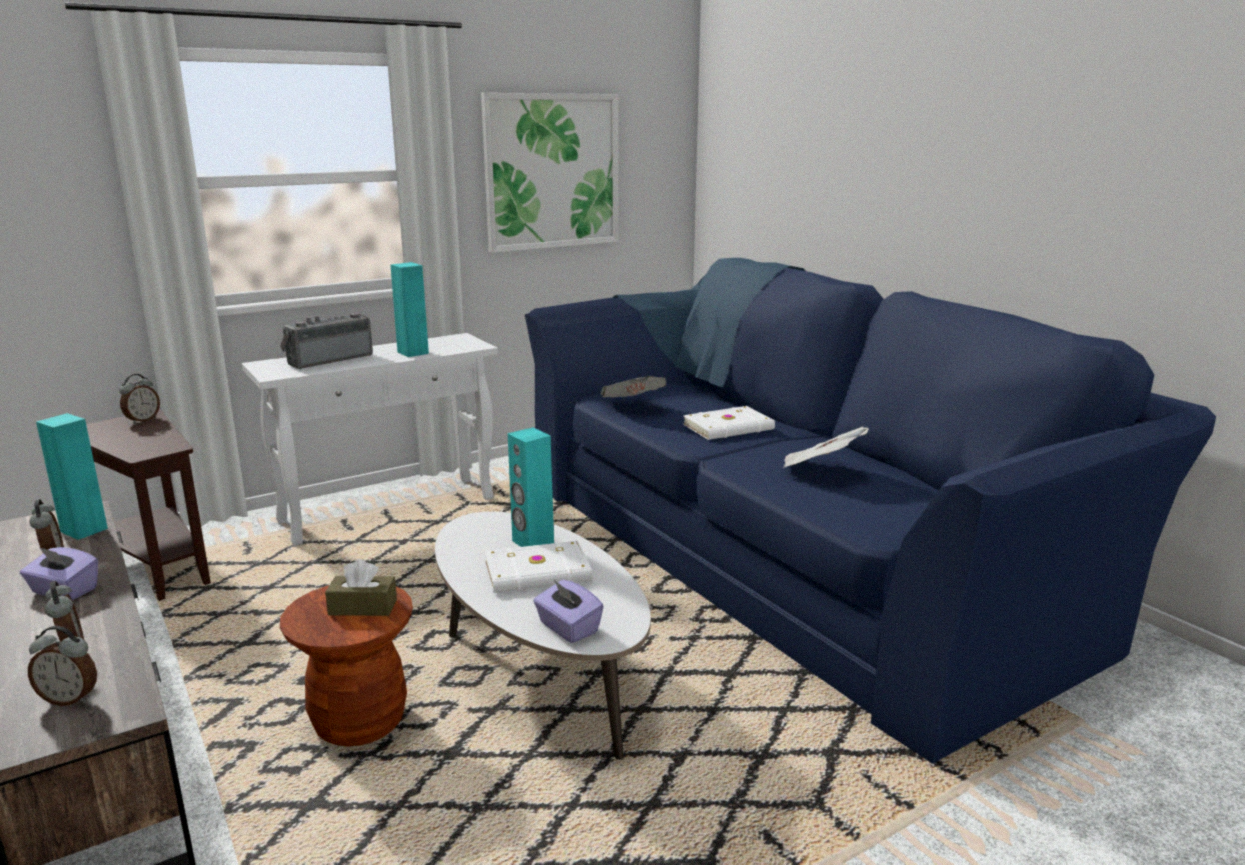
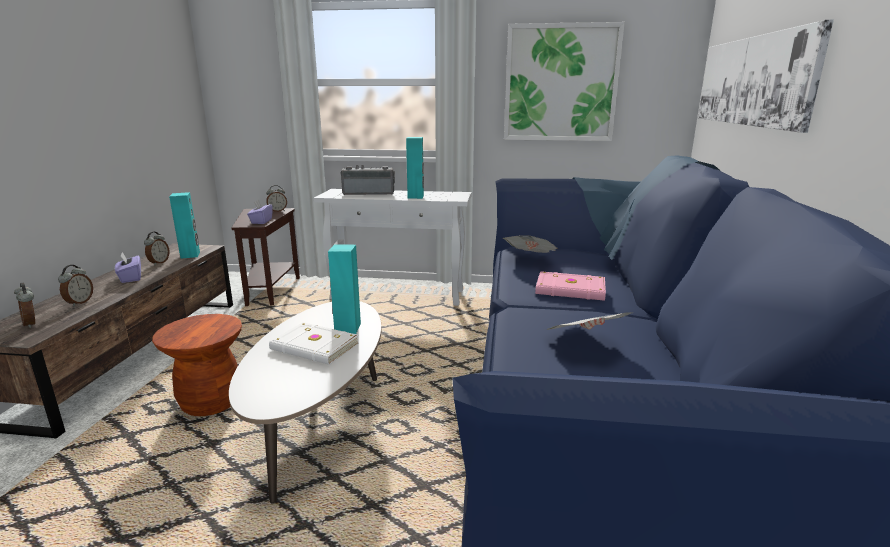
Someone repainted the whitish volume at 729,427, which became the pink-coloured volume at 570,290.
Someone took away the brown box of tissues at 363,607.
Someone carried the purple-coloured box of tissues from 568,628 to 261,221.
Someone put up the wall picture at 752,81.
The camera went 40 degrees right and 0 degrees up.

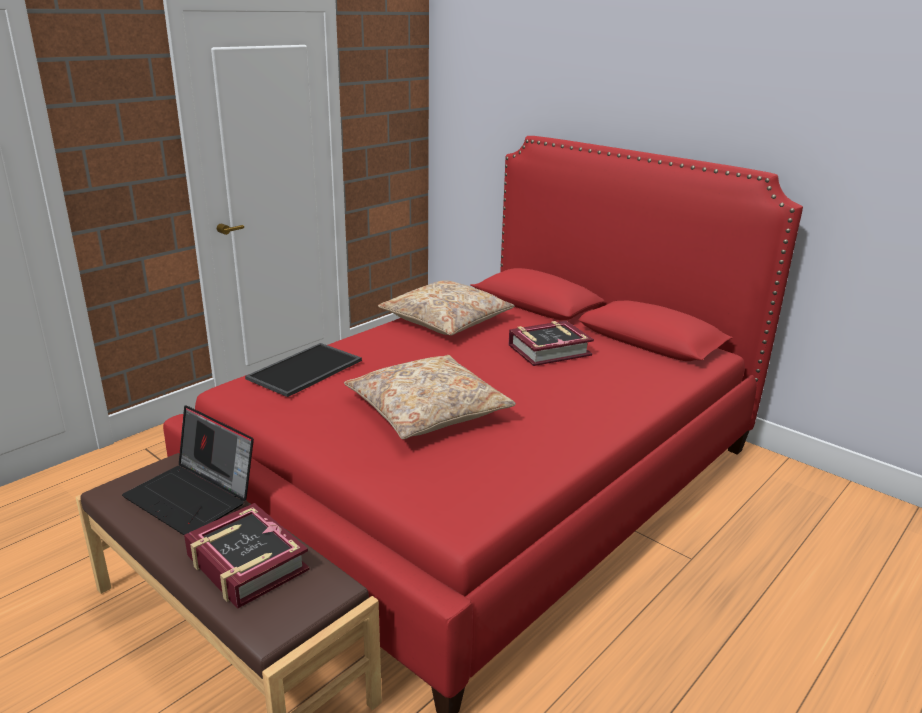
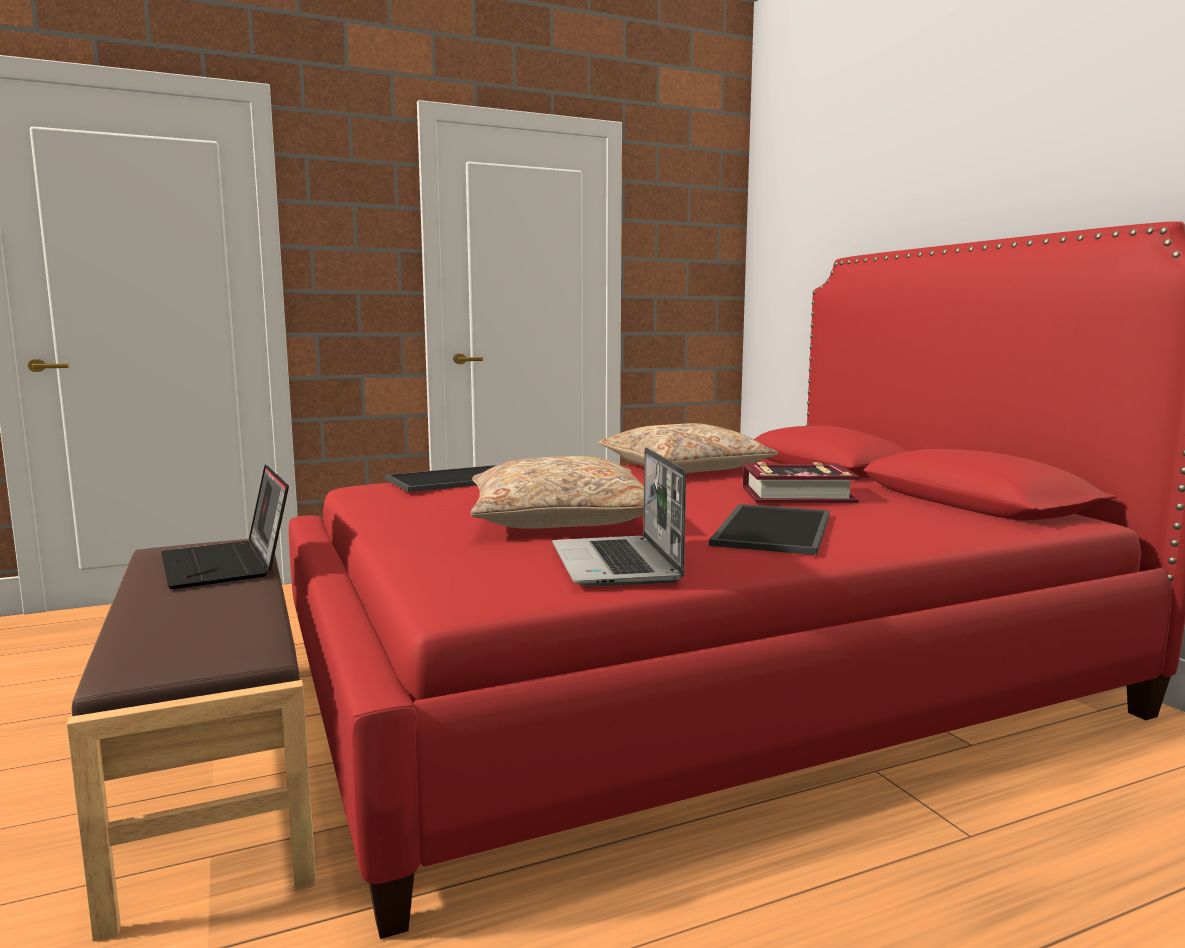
Someone took away the volume at 246,563.
Someone put down the notebook computer at 617,564.
Someone put down the carrying tray at 770,529.
The camera went 25 degrees right and 15 degrees down.

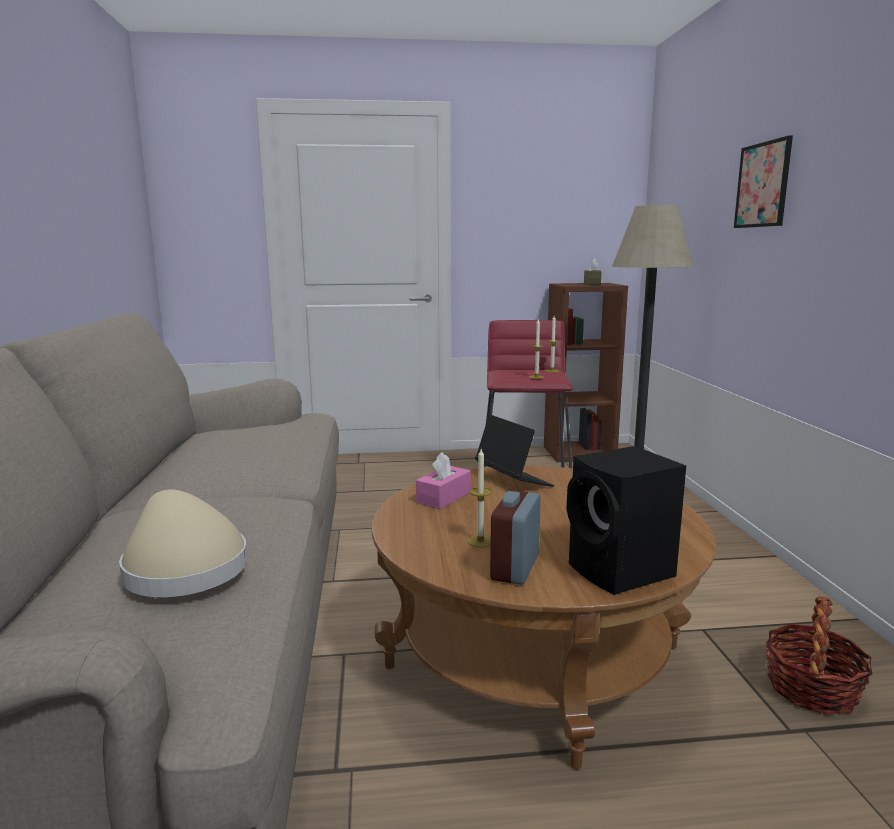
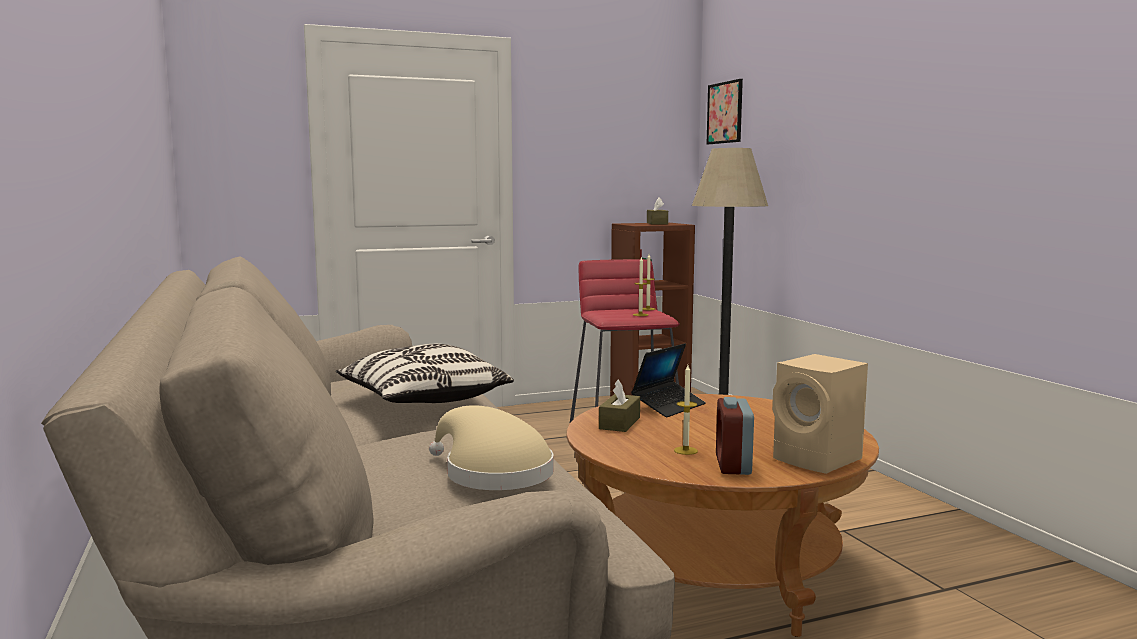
Someone carried the wall picture from 762,185 to 725,112.
Someone rotated the notebook computer at 513,480 by 90 degrees clockwise.
Someone repainted the black loudspeaker at 622,572, which became the beige-coloured loudspeaker at 819,460.
Someone repainted the pink-coloured box of tissues at 443,497, which became the brown box of tissues at 619,423.
Someone took away the storage basket at 811,688.
Someone put down the cushion at 423,401.
The camera went 15 degrees left and 5 degrees down.

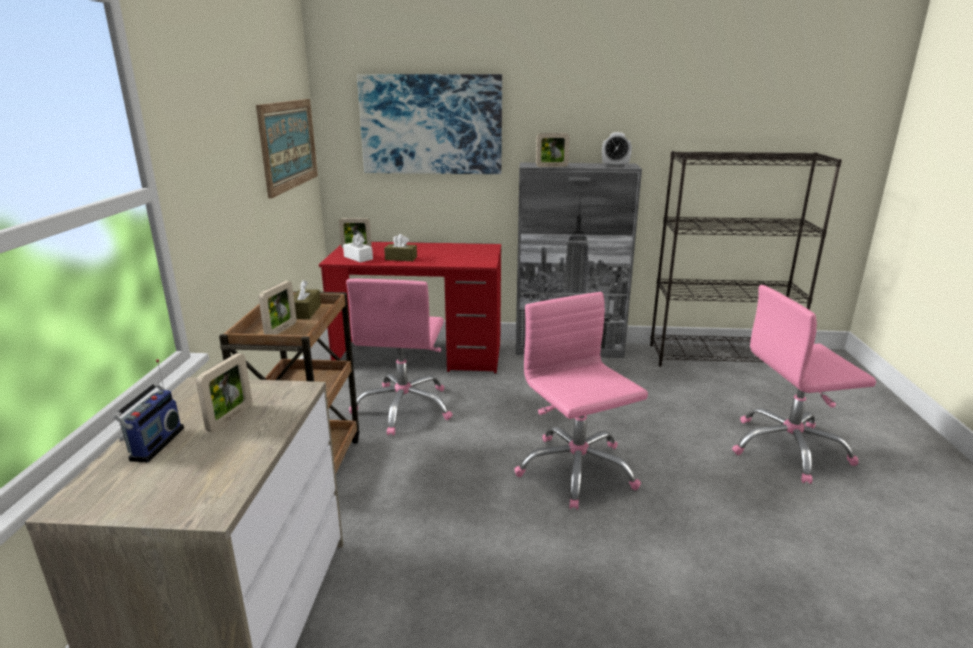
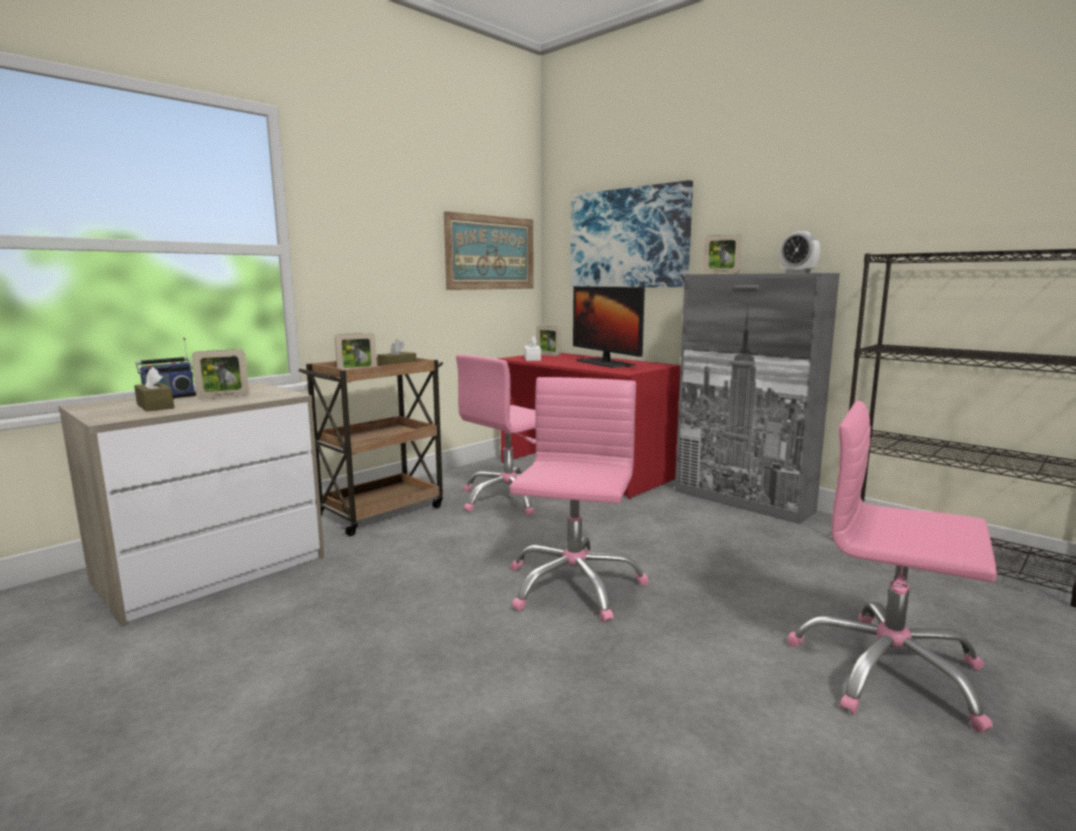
Someone carried the brown box of tissues from 401,258 to 155,406.
Someone put down the computer display at 605,363.
The camera went 40 degrees right and 10 degrees down.

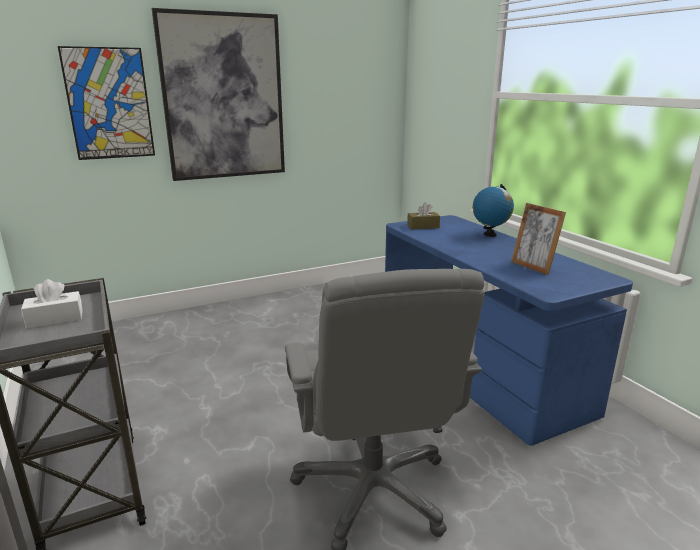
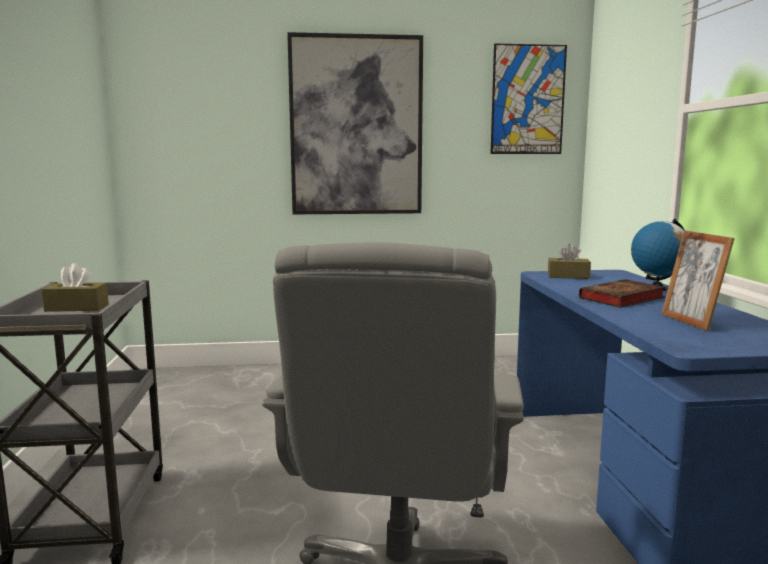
Someone carried the wall picture from 109,104 to 527,100.
Someone repainted the whitish box of tissues at 55,319, which became the brown box of tissues at 77,308.
Someone put down the volume at 621,299.
The camera went 20 degrees right and 10 degrees down.

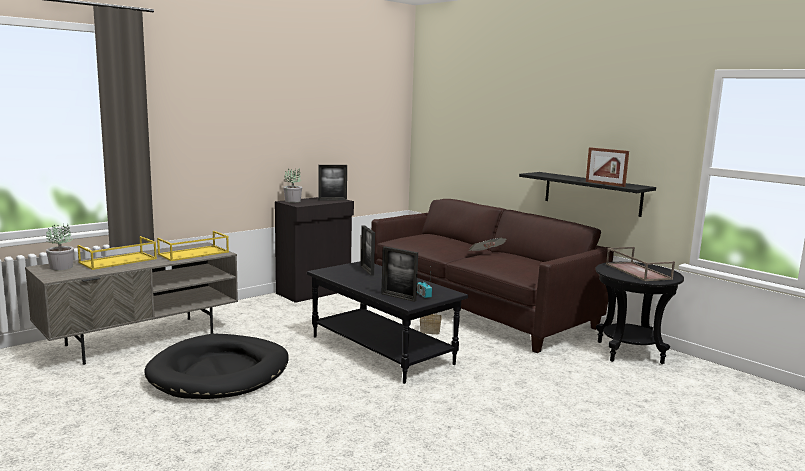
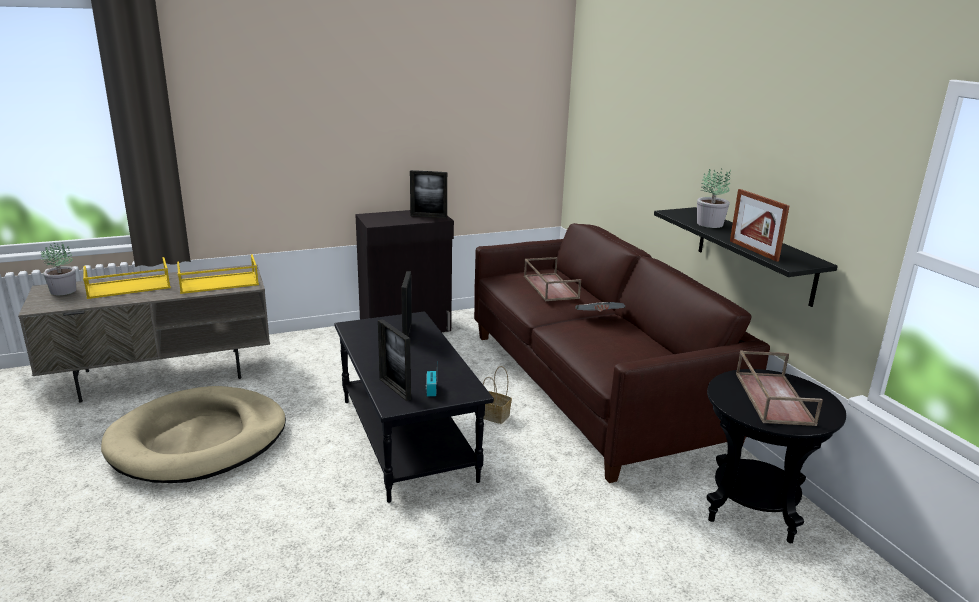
Someone carried the plant in a pot from 293,201 to 710,224.
Someone repainted the black pet bed at 220,372, which became the beige-coloured pet bed at 199,440.
Someone put down the brown carrying tray at 549,287.
The camera went 20 degrees right and 10 degrees up.

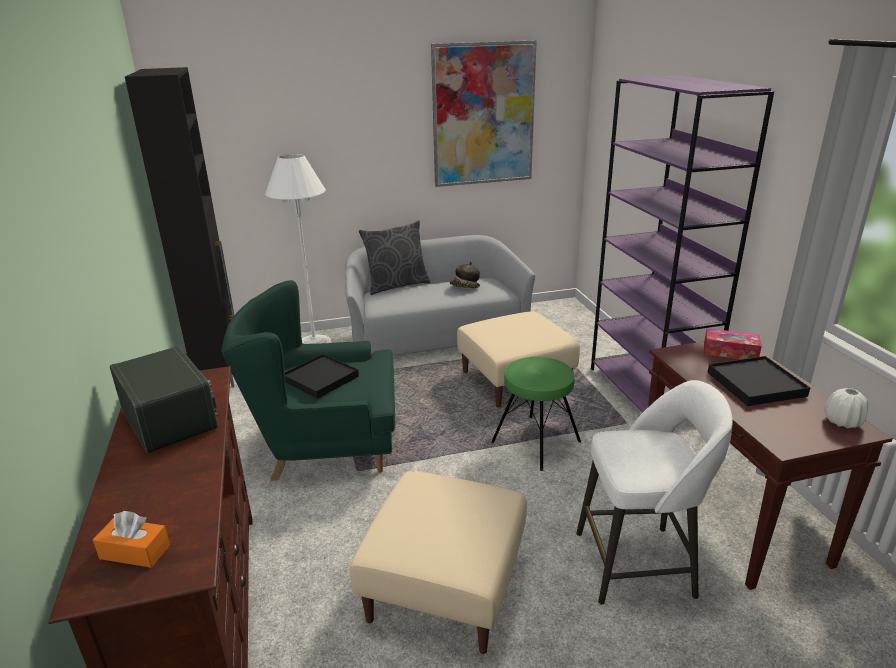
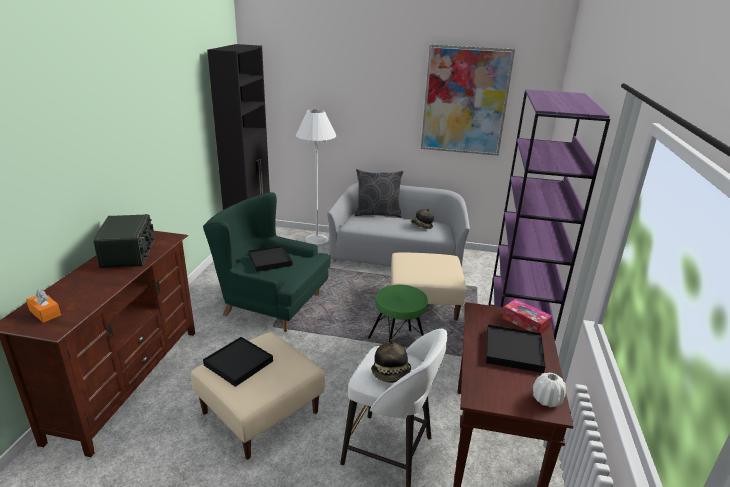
Someone put down the black carrying tray at 238,363.
Someone put down the clothing hat at 391,373.
The camera went 25 degrees right and 0 degrees up.

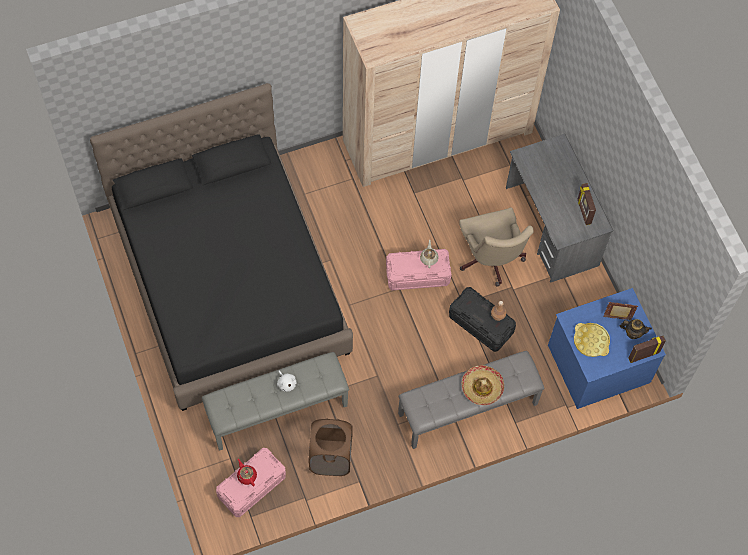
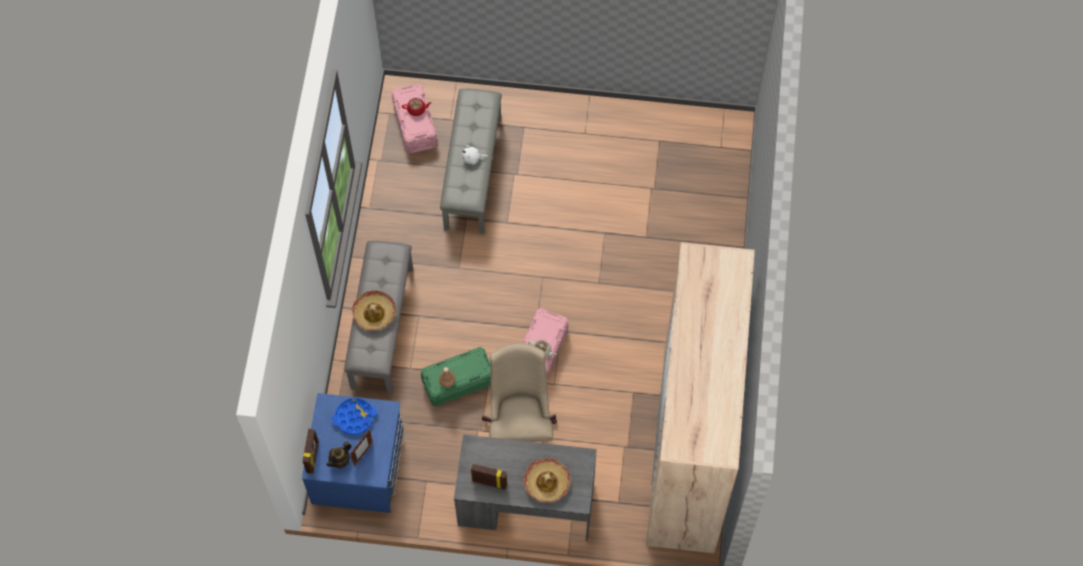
Someone took away the black bedroom bed at 230,281.
Someone rotated the beige-coloured desk chair at 490,260 by 75 degrees clockwise.
Someone repainted the black storage box at 481,324, which became the green storage box at 458,381.
Someone repainted the yellow carrying tray at 591,341, which became the bluish carrying tray at 354,417.
Someone took away the brown laundry basket at 330,458.
Someone put down the clothing hat at 547,482.
The camera went 120 degrees right and 0 degrees up.

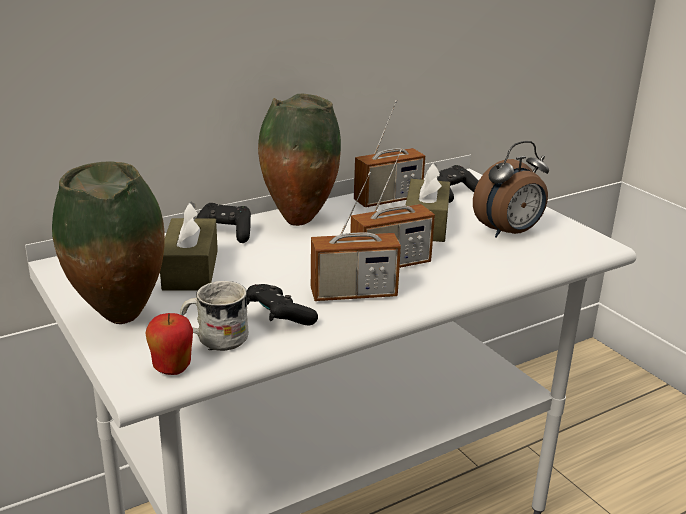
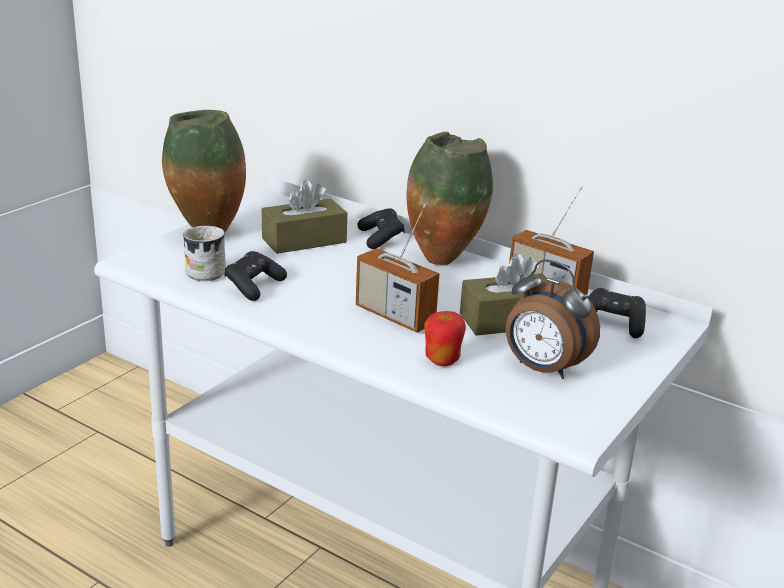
Someone took away the radio at 353,294.
Someone carried the whole apple from 172,368 to 442,360.
The camera went 65 degrees right and 0 degrees up.

